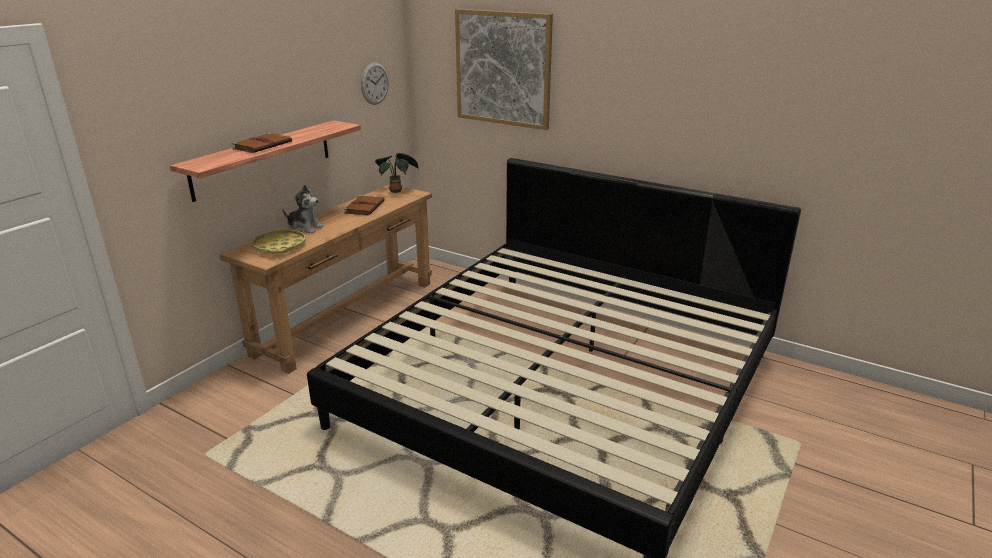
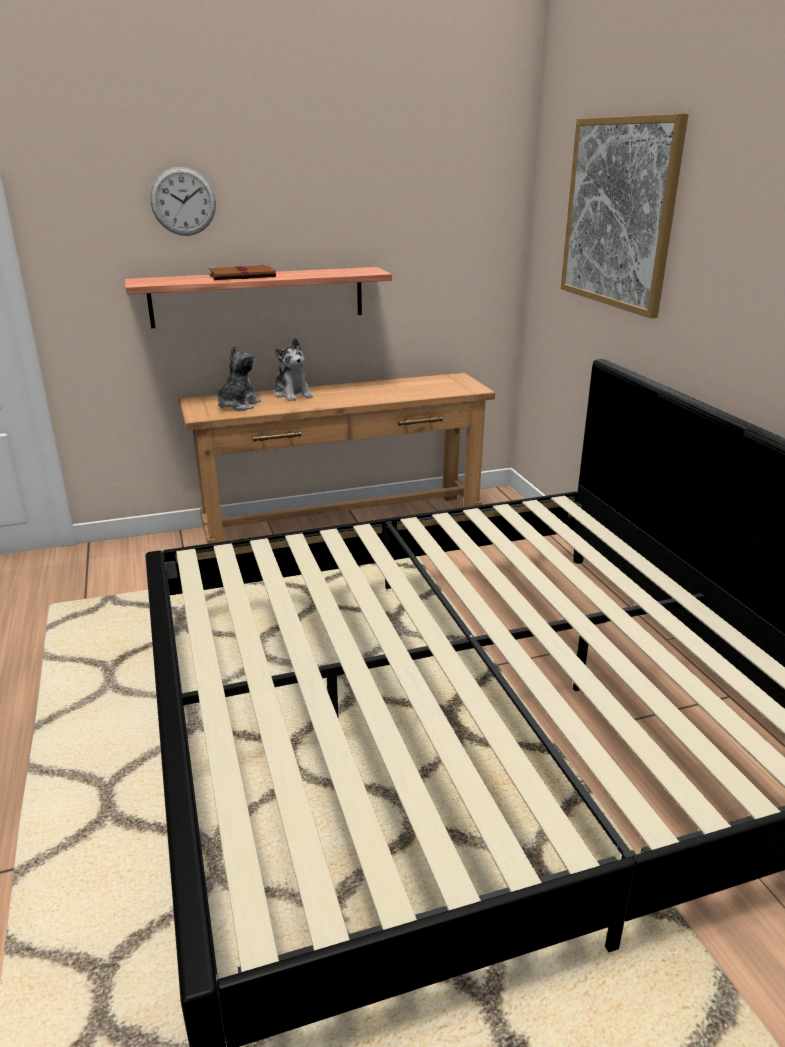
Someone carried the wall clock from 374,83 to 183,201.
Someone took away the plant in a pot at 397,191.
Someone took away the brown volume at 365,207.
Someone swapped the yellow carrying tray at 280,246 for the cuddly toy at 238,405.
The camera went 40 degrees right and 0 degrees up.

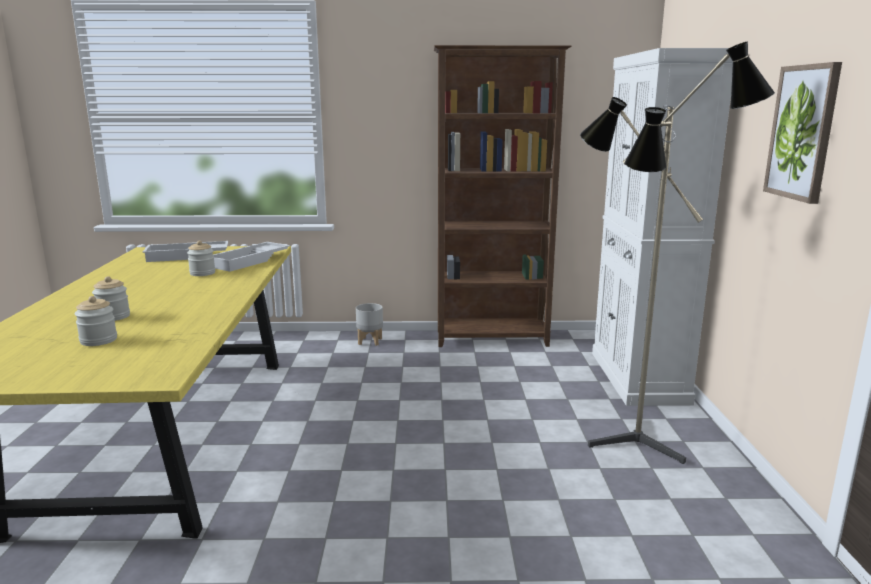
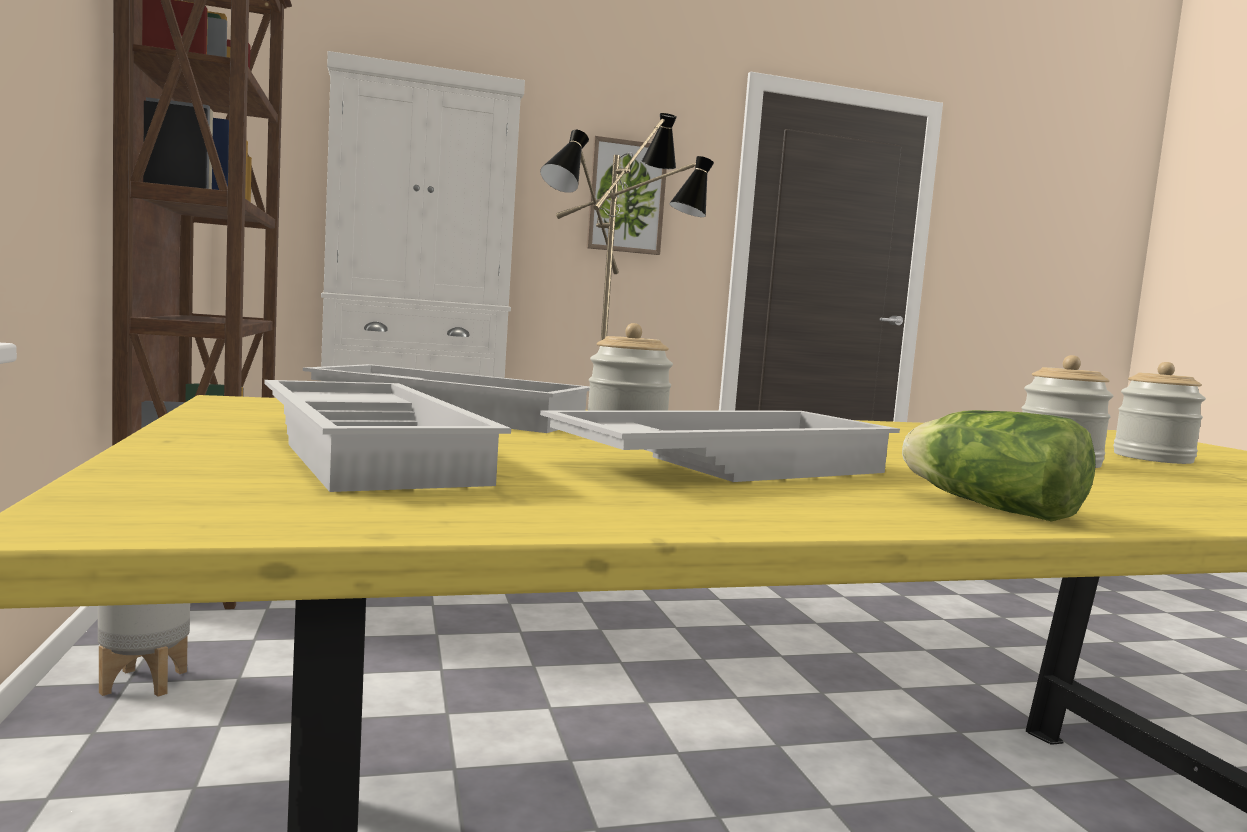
Someone put down the whitish carrying tray at 723,466.
Someone put down the lettuce at 985,506.
The camera went 105 degrees left and 10 degrees down.

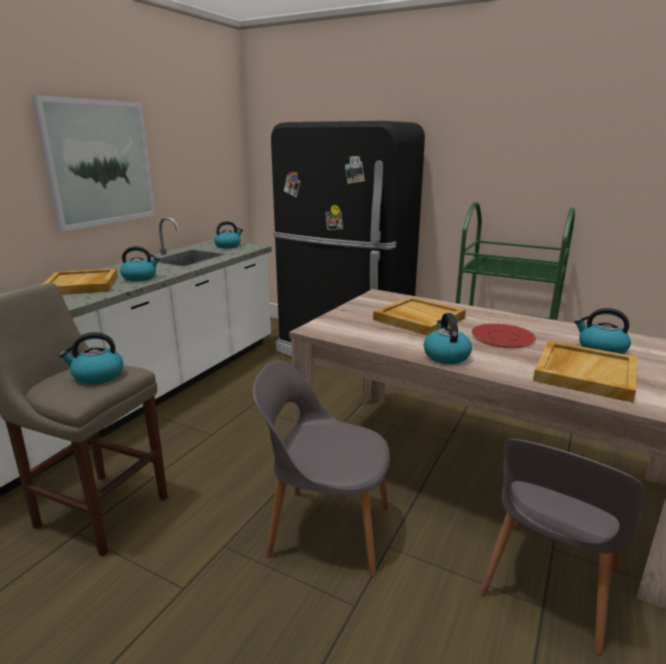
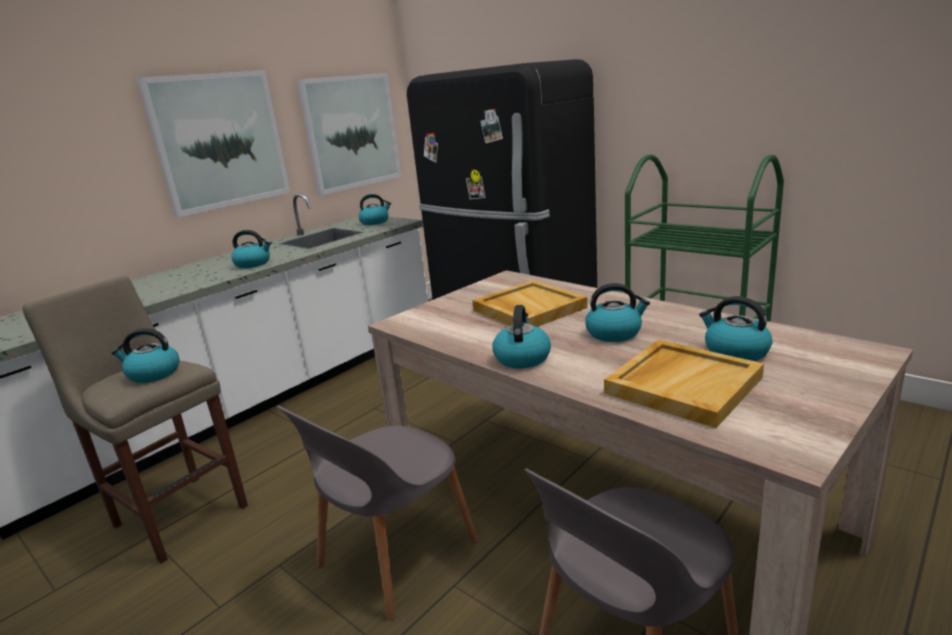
Someone took away the beige-coloured carrying tray at 82,285.
Someone swapped the red dinner plate at 502,337 for the tea kettle at 614,333.
Someone rotated the grey upright chair at 326,529 by 75 degrees counterclockwise.
Someone put up the wall picture at 352,132.
The camera went 15 degrees right and 0 degrees up.

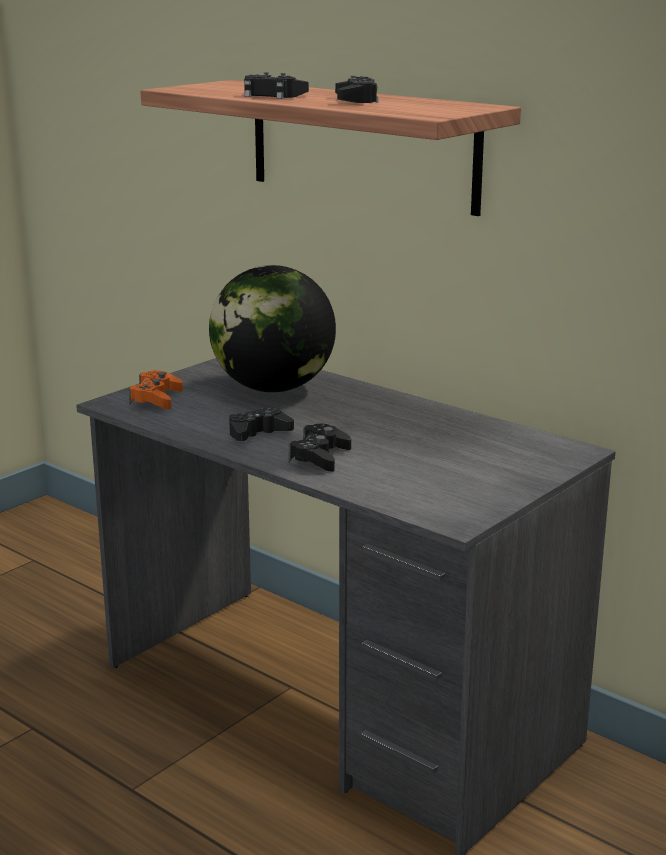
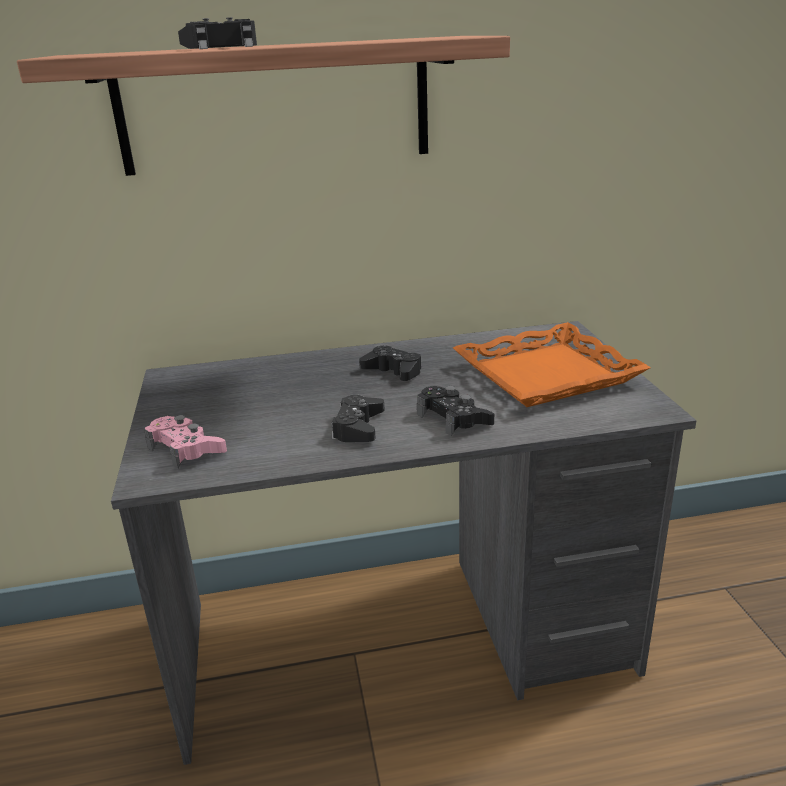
Someone carried the black gamepad from 356,100 to 393,371.
Someone took away the world globe at 273,388.
Someone repainted the orange-coloured gamepad at 156,399, which became the pink-coloured gamepad at 186,449.
Someone put down the orange-coloured carrying tray at 545,374.
The camera went 50 degrees left and 5 degrees up.

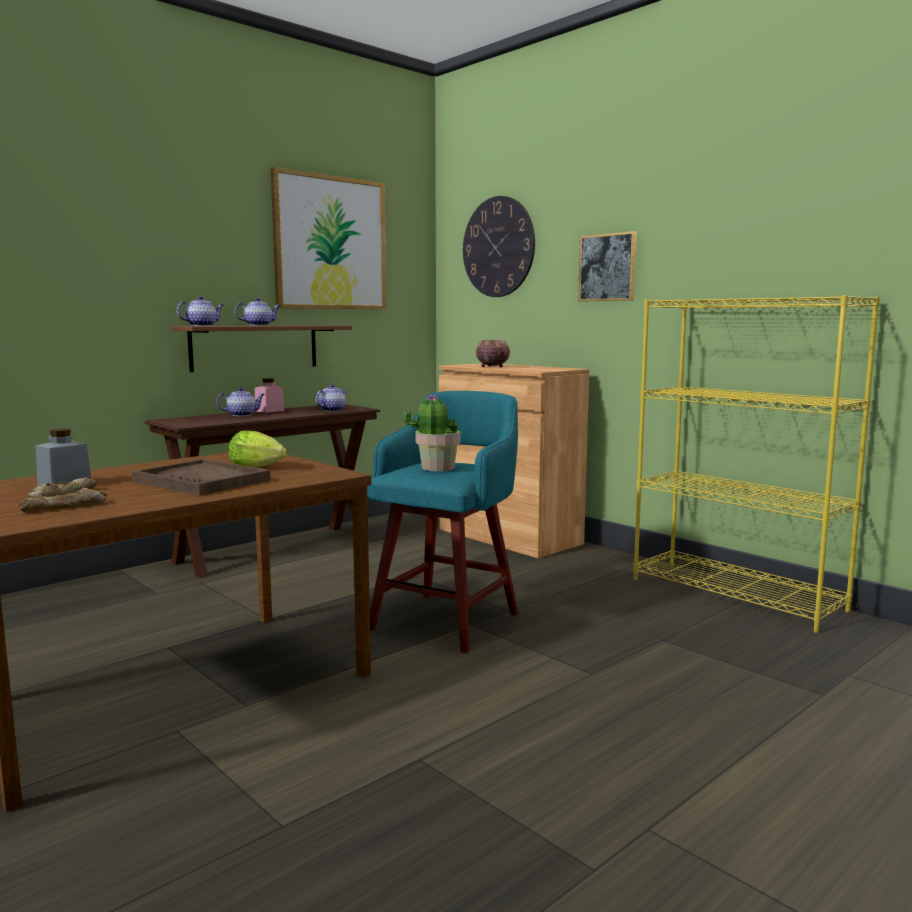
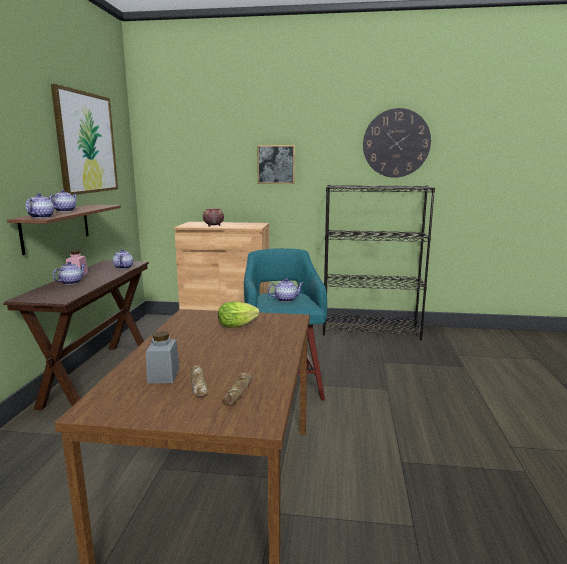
Someone carried the wall clock from 498,247 to 396,143.
Someone repainted the yellow bookcase at 737,595, which became the black bookcase at 371,330.
Someone swapped the plant in a pot at 437,468 for the teapot at 286,299.
Someone took away the brown carrying tray at 202,481.
The camera went 40 degrees left and 5 degrees up.

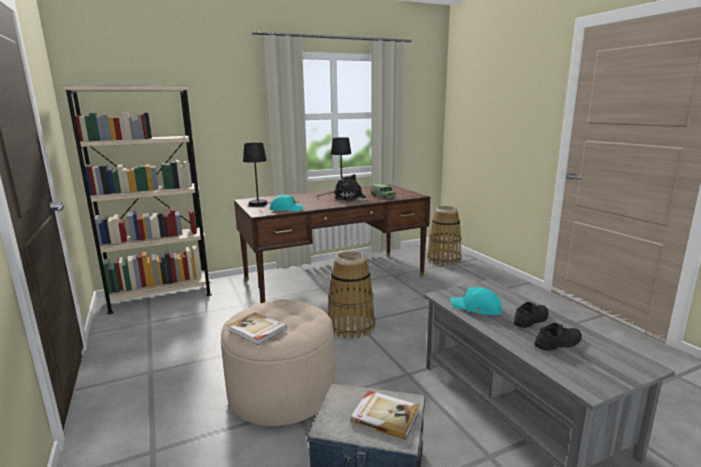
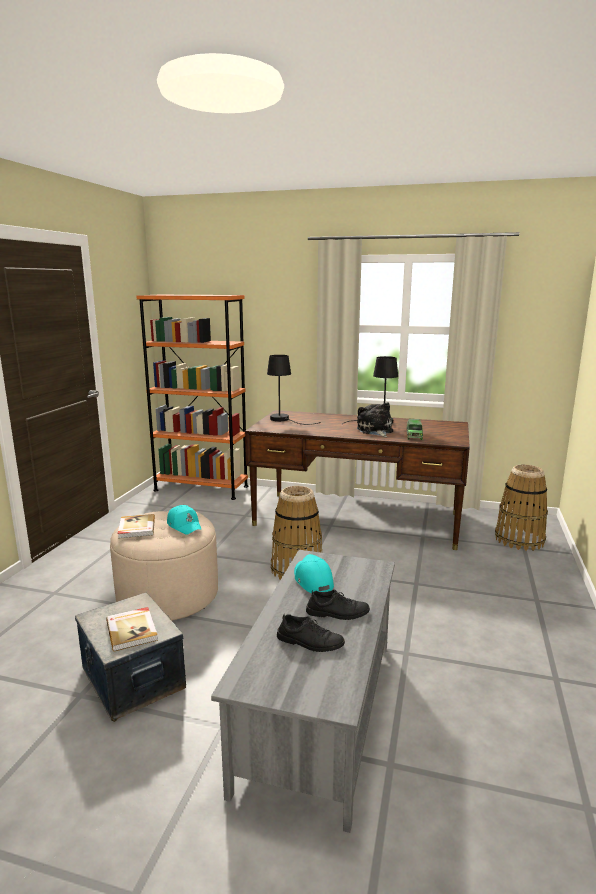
Someone repainted the beige-coloured bookcase at 161,296, which became the orange-coloured bookcase at 201,488.
Someone carried the turquoise cap from 286,209 to 184,525.
The camera went 40 degrees right and 0 degrees up.

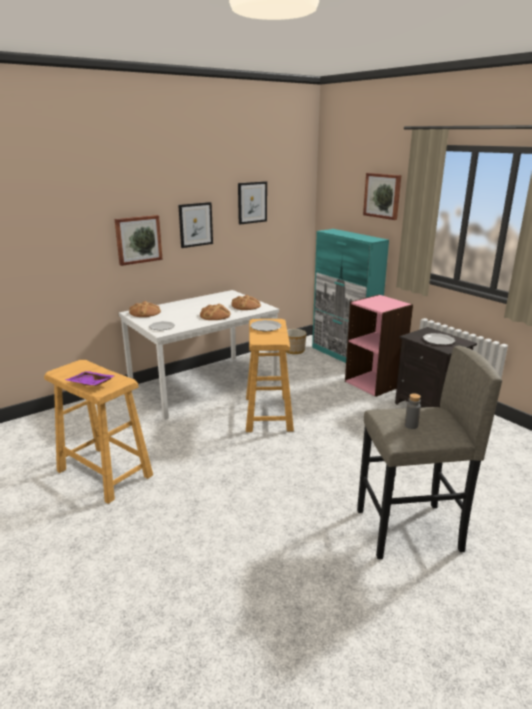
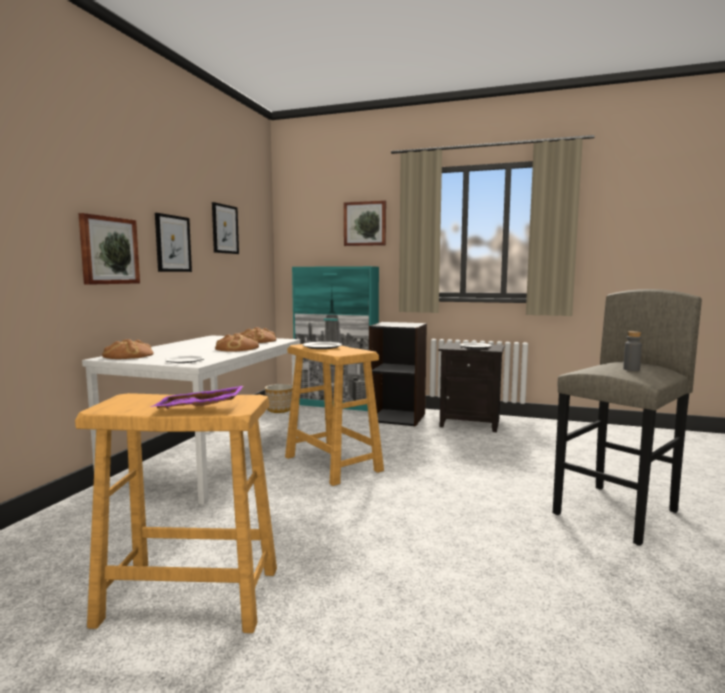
Someone repainted the pink-coloured bookcase at 374,383, which became the black bookcase at 398,417.
The camera went 35 degrees left and 15 degrees down.

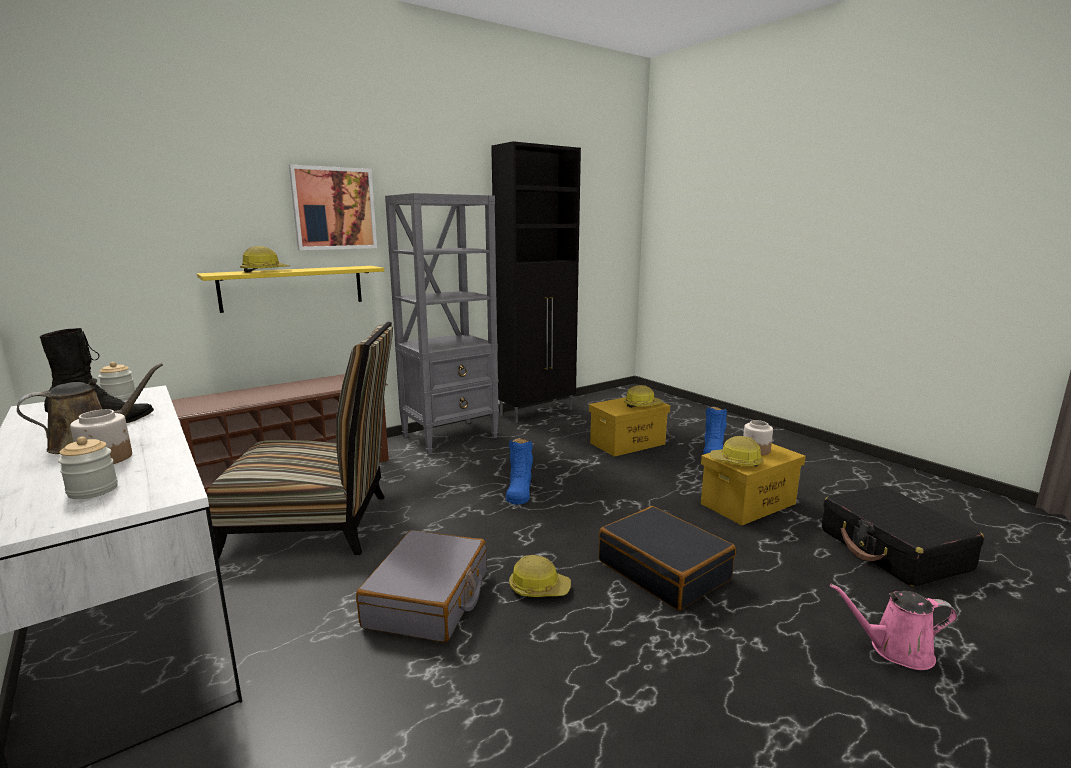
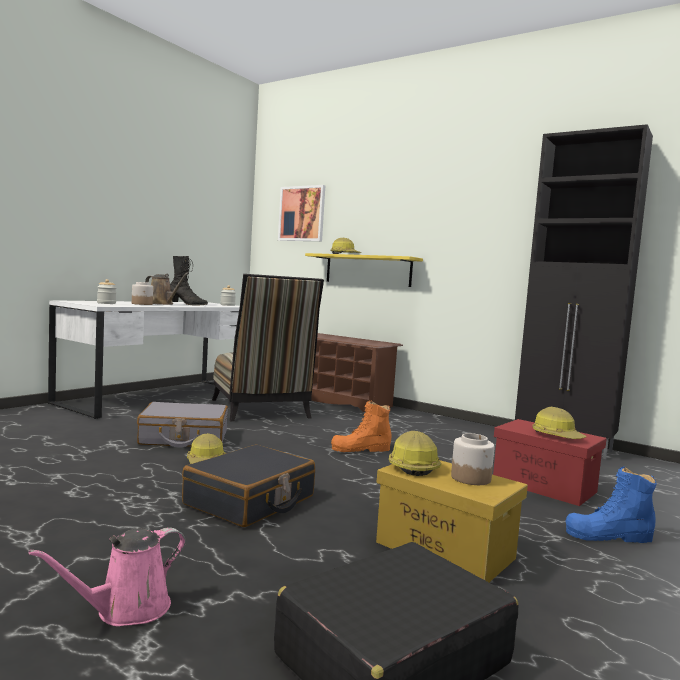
Someone carried the wall picture from 334,208 to 302,213.
Someone took away the grey bookcase at 451,436.
Someone repainted the yellow storage box at 628,443, which became the red storage box at 545,486.
Someone repainted the bluish tall boot at 519,490, which became the orange-coloured tall boot at 361,449.
Someone rotated the pink-coloured watering pot at 895,650 by 120 degrees counterclockwise.
The camera went 70 degrees right and 10 degrees down.

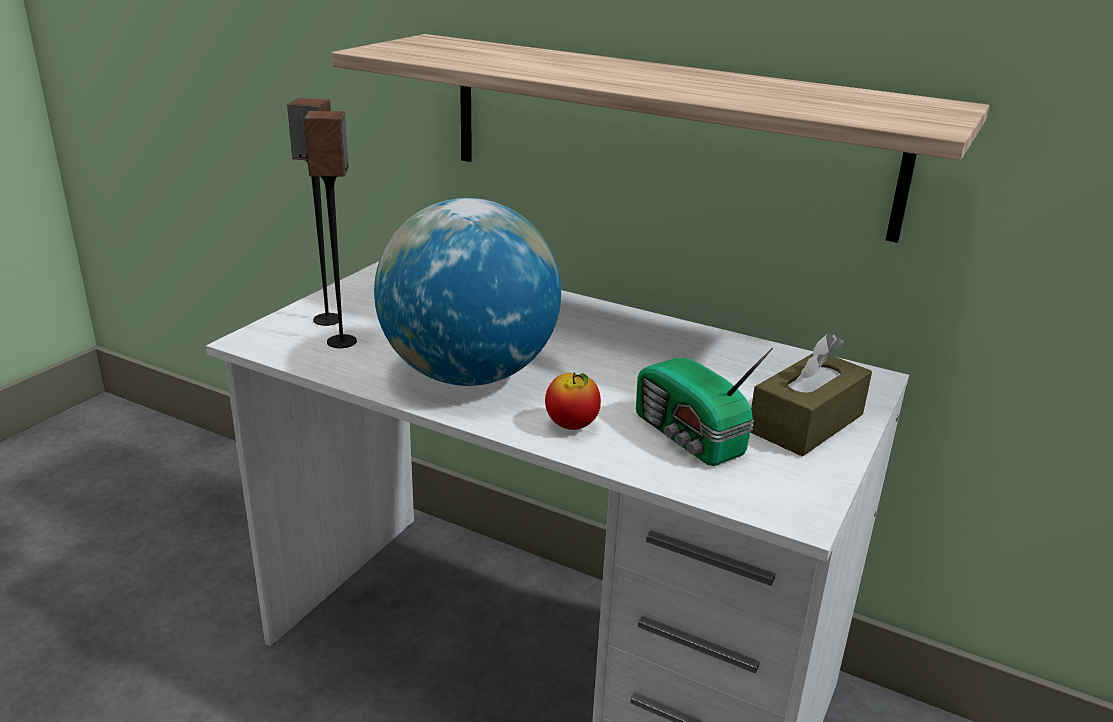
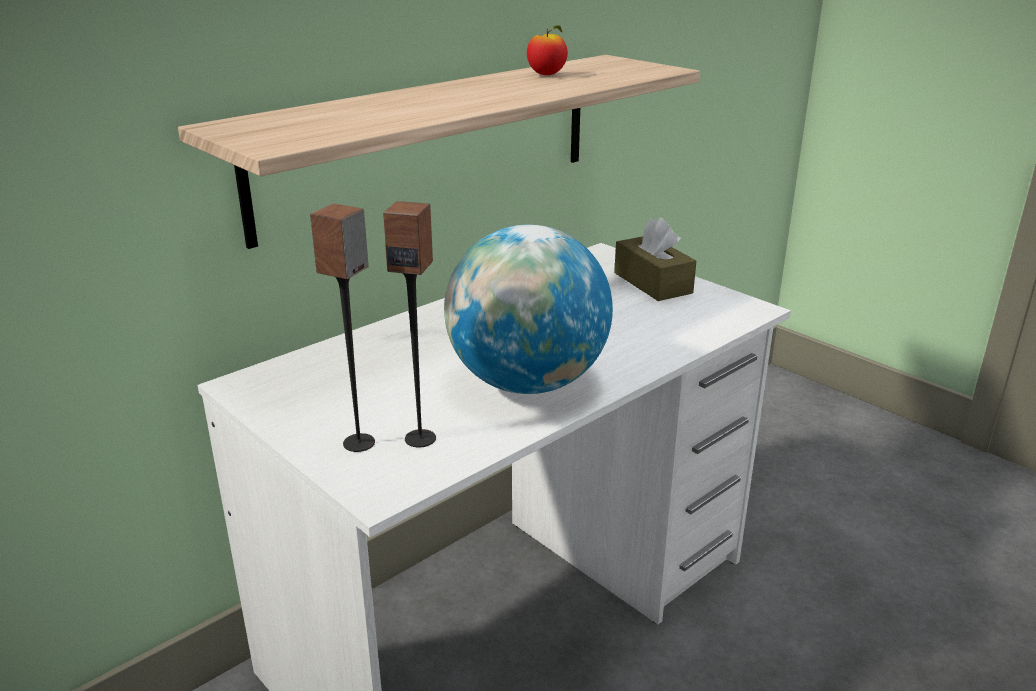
Someone took away the radio at 688,437.
Someone carried the whole apple from 572,426 to 546,75.
The camera went 70 degrees left and 0 degrees up.

